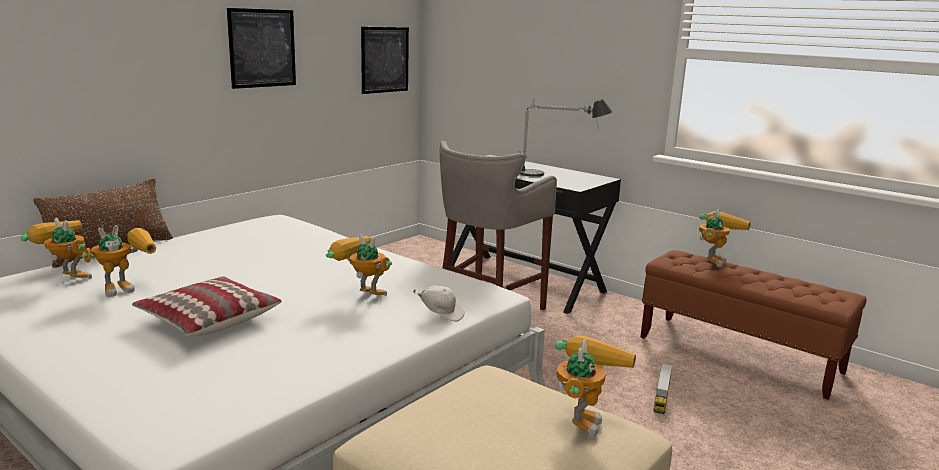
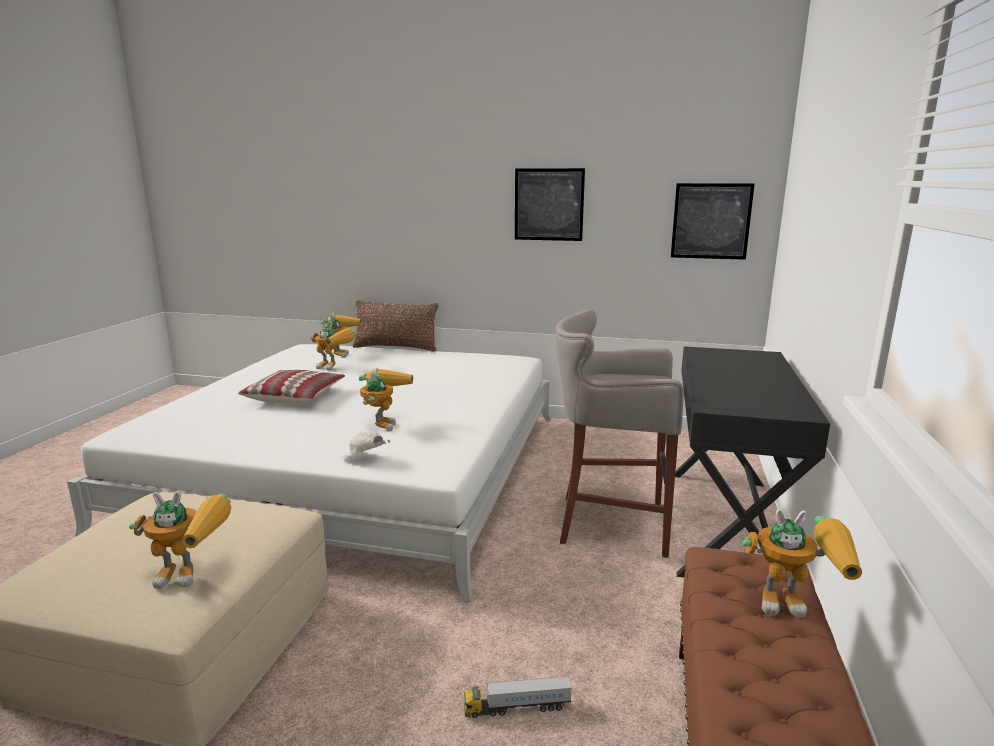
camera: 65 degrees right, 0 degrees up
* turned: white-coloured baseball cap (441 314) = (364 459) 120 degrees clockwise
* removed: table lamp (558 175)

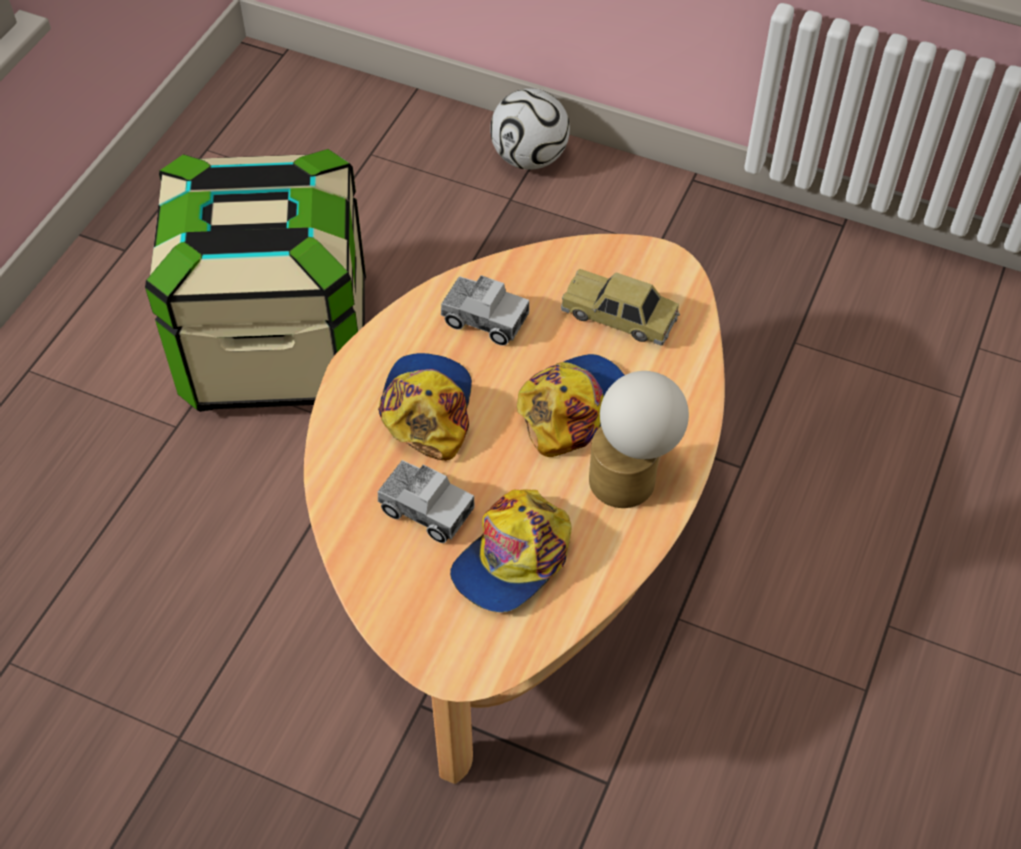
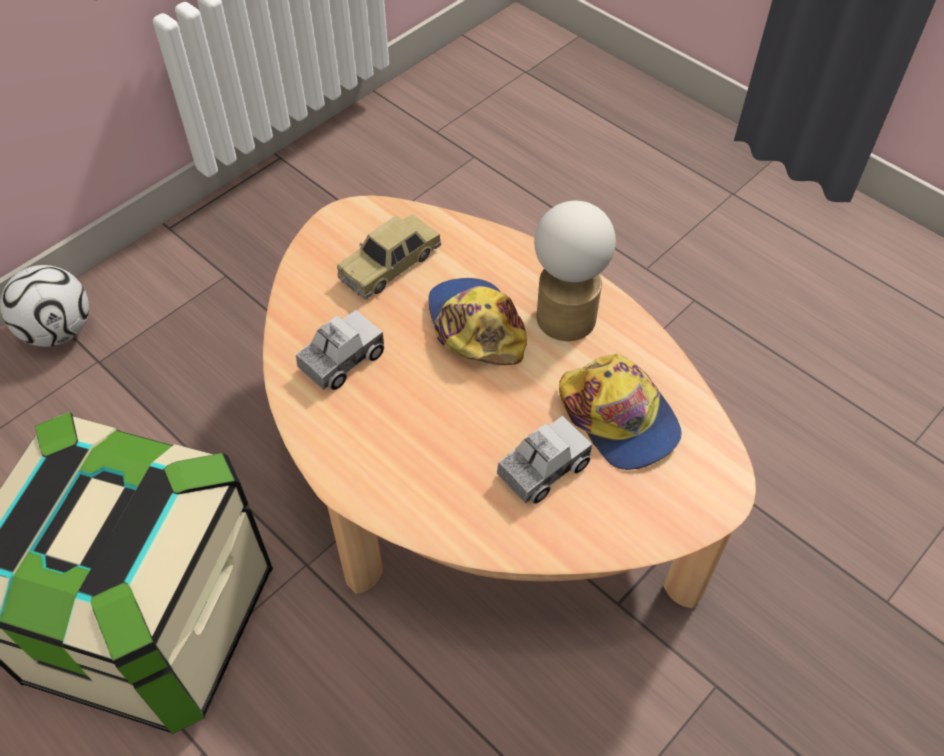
camera: 70 degrees left, 0 degrees up
* removed: baseball cap (427 409)

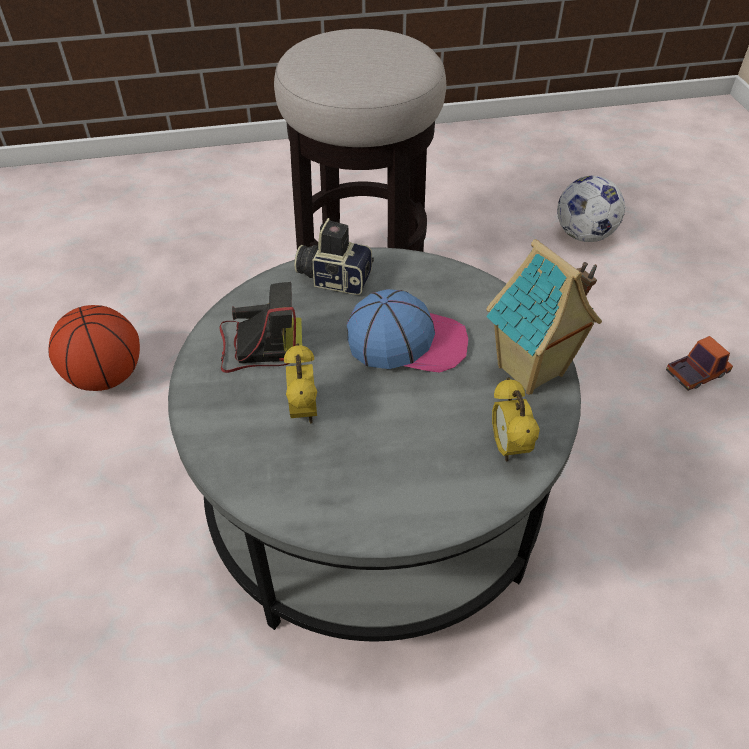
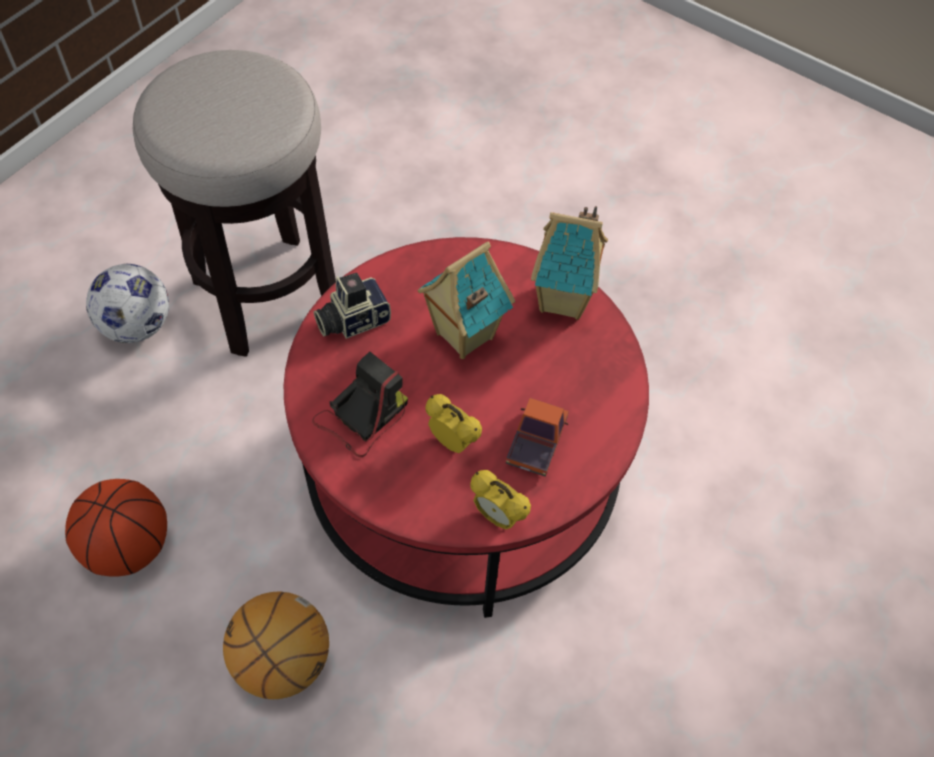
camera: 45 degrees left, 10 degrees up
* moved: ball for football (583 235) to (137 325)
* added: basketball ball (282 661)
* recoloured: greyish lounge table (374 497) to red-coloured lounge table (462 470)
* replaced: baseball cap (407 341) to model house (462 336)
* moved: alarm clock (508 447) to (497 516)
* moved: toy lorry (696 374) to (536 442)

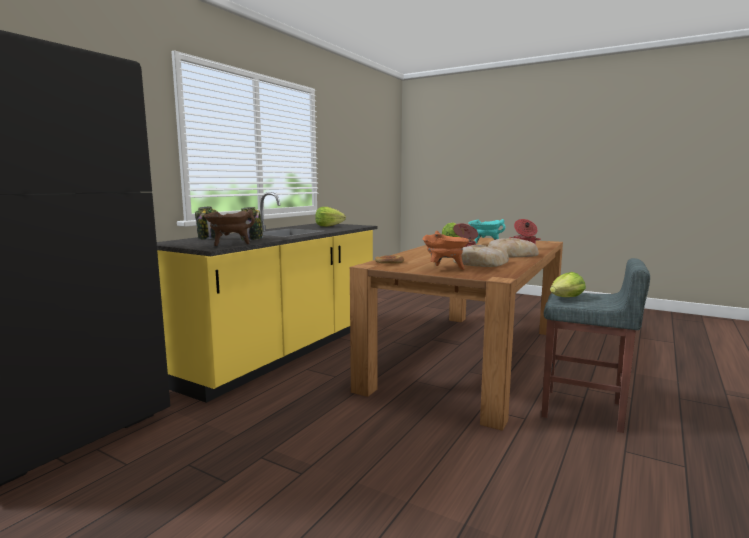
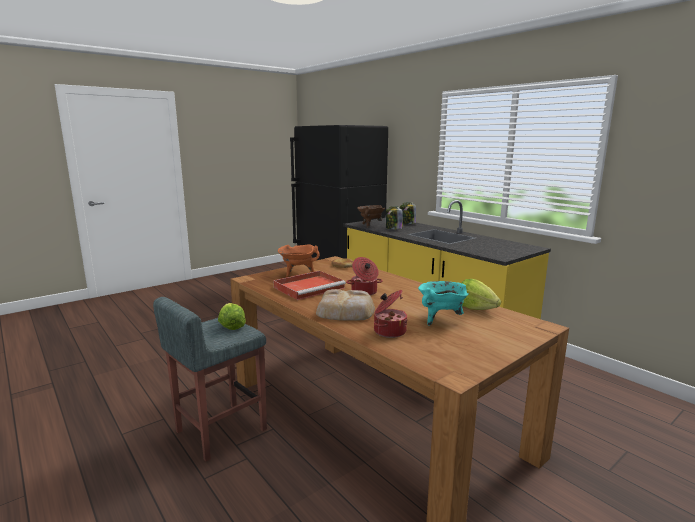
camera: 110 degrees right, 5 degrees up
* replaced: bakery bread (480 262) to red-coloured serving tray (310 287)
* removed: lettuce (328 226)

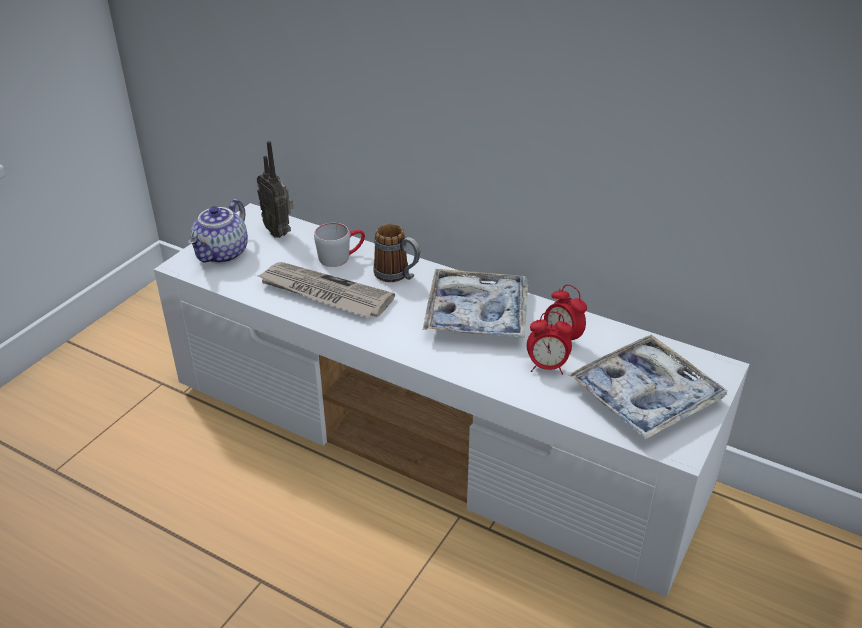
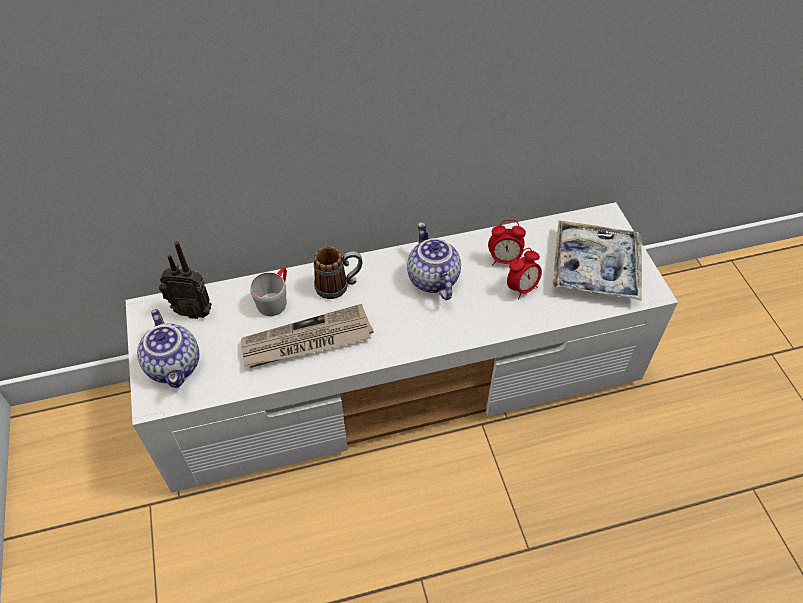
camera: 45 degrees left, 15 degrees up
* replaced: serving tray (477 314) to pot for tea (431 279)

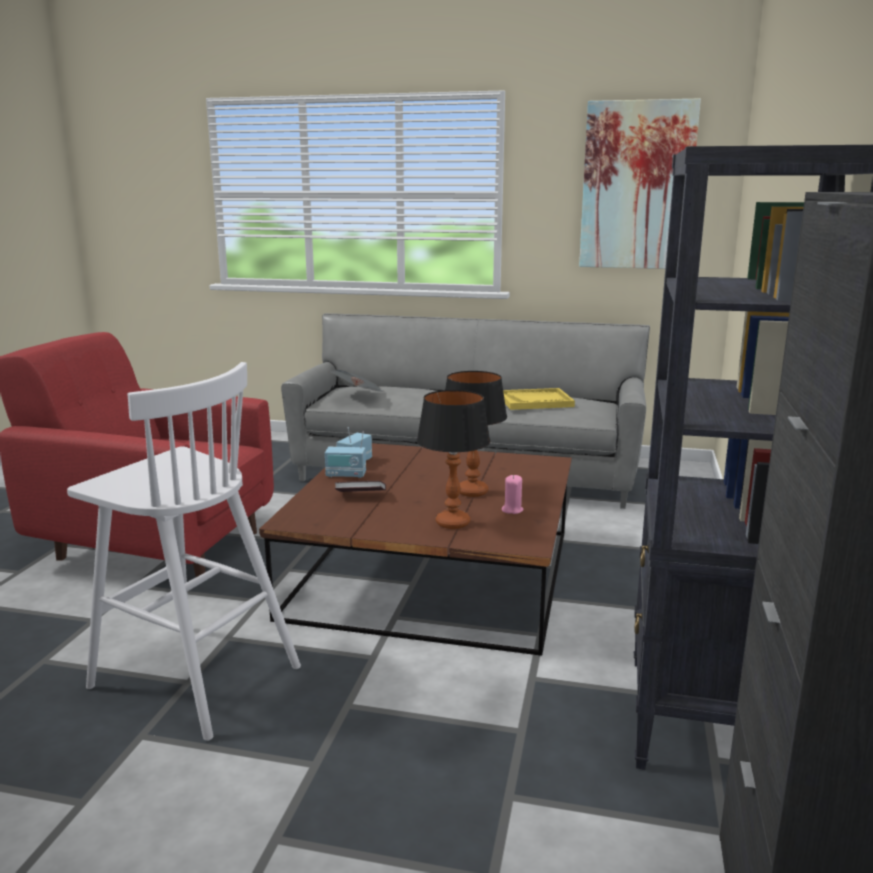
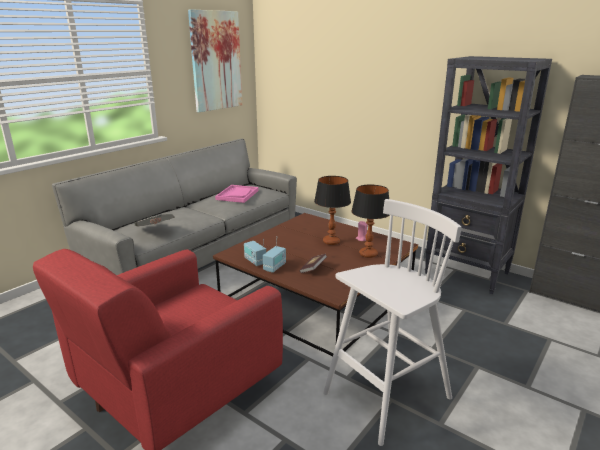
camera: 65 degrees left, 5 degrees up
* recoloured: yellow serving tray (535 401) to pink-coloured serving tray (237 195)

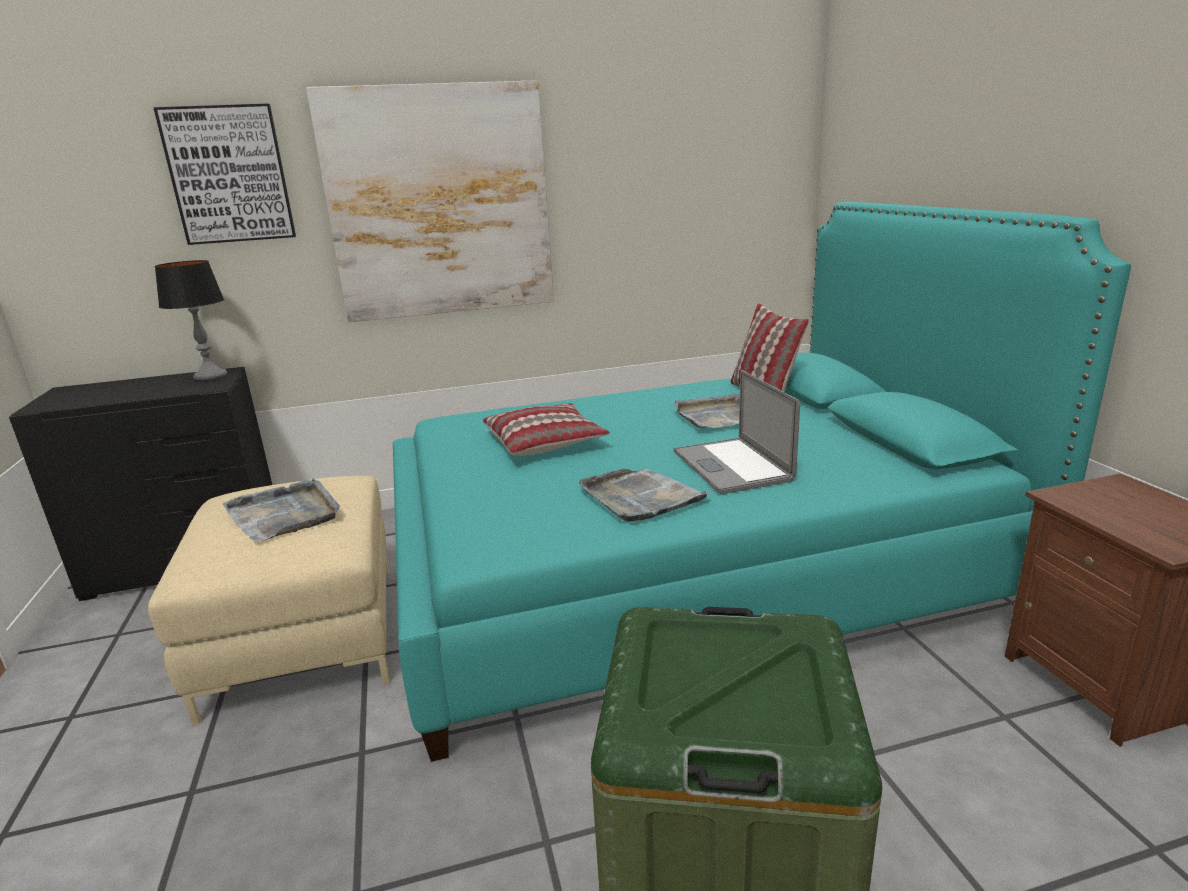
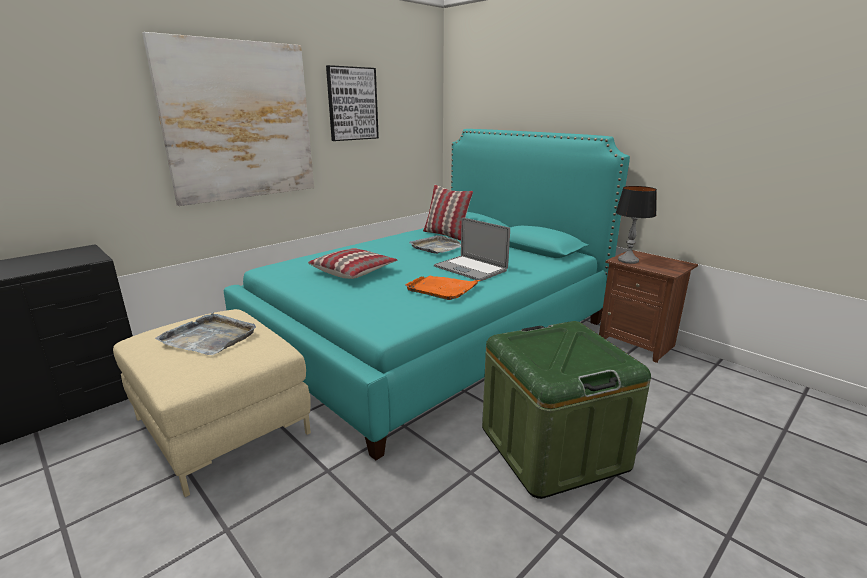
camera: 30 degrees left, 0 degrees up
* moved: wall art (229 175) to (352 104)
* recoloured: greyish serving tray (640 497) to orange-coloured serving tray (442 289)
* moved: table lamp (210 376) to (628 260)

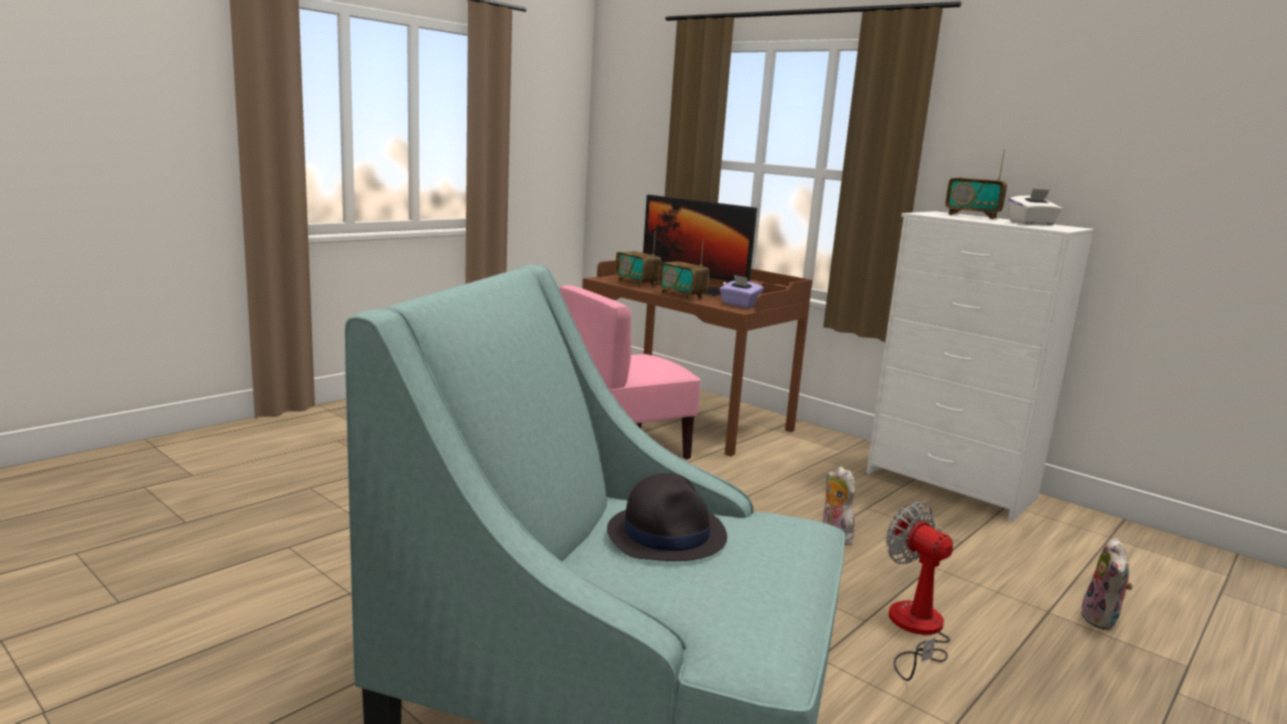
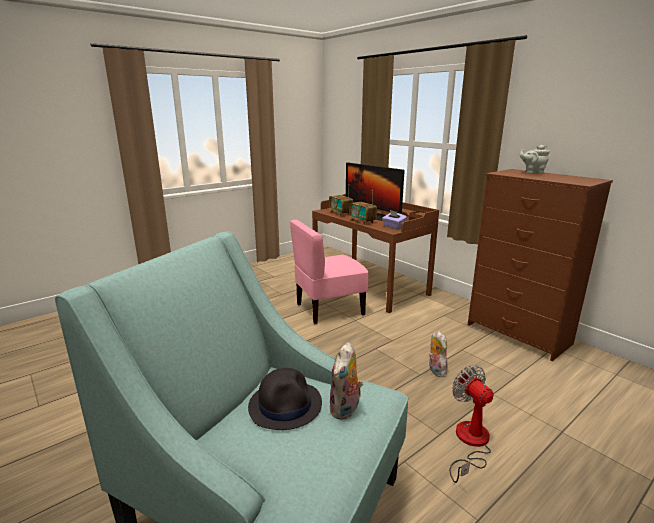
camera: 10 degrees right, 5 degrees up
* moved: cuddly toy (1102 620) to (345 410)
* recoloured: white-coloured dresser (951 486) to brownish dresser (518 335)
* replaced: radio (972 216) to greyish pot for tea (532 173)
* removed: white-coloured tissue holder (1031 224)

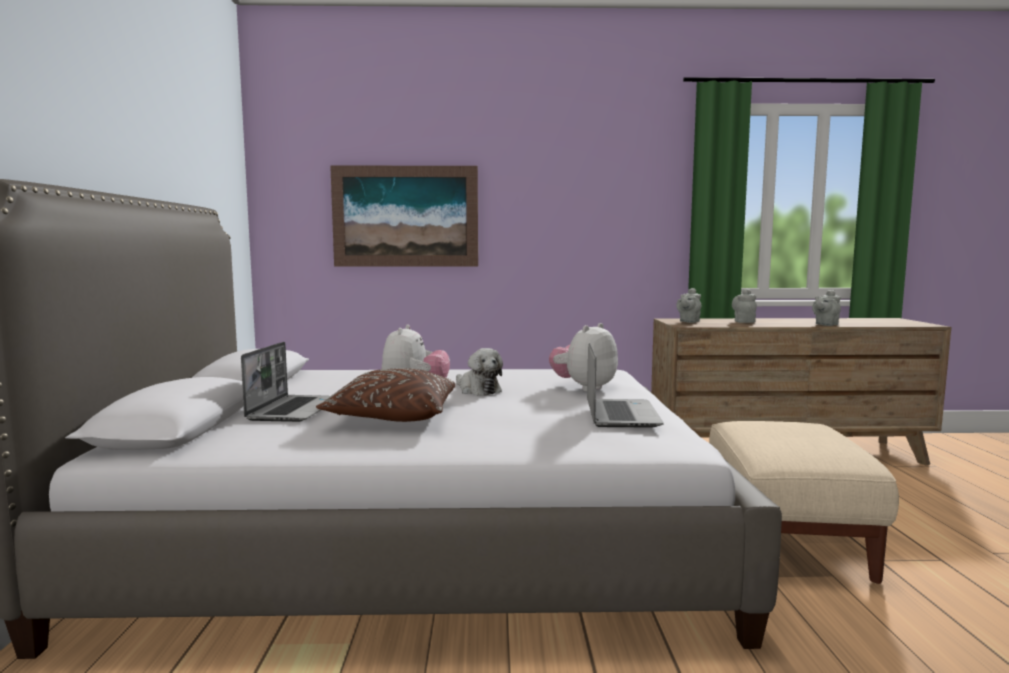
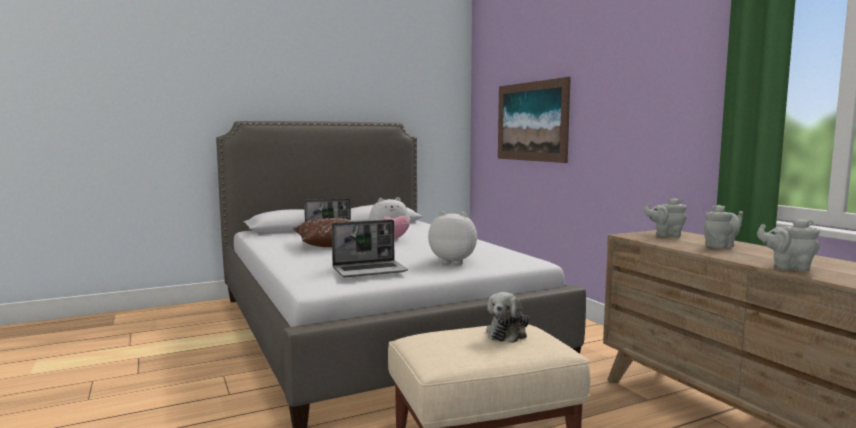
camera: 65 degrees right, 0 degrees up
* moved: cuddly toy (477 390) to (508 333)

